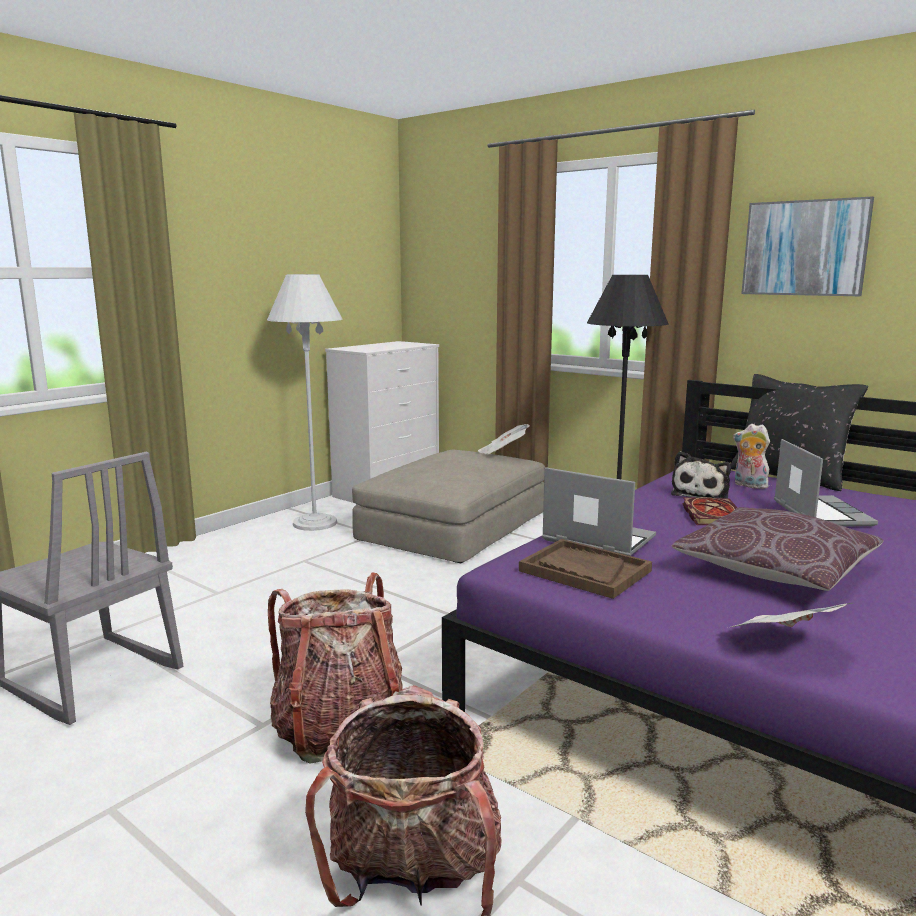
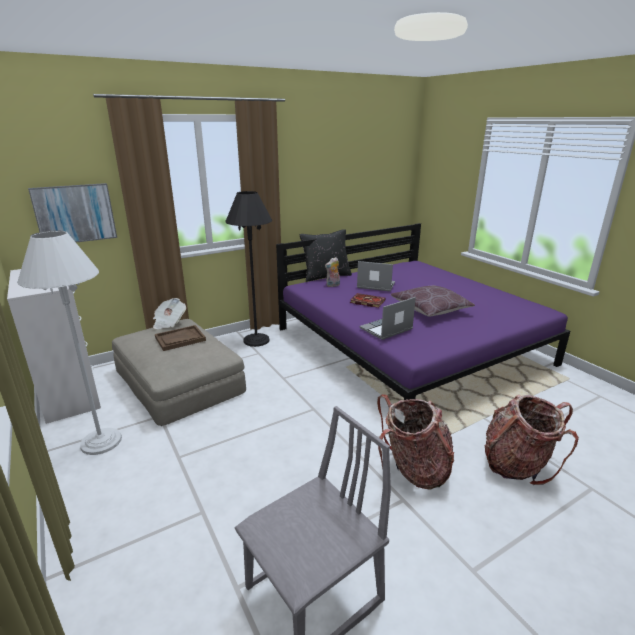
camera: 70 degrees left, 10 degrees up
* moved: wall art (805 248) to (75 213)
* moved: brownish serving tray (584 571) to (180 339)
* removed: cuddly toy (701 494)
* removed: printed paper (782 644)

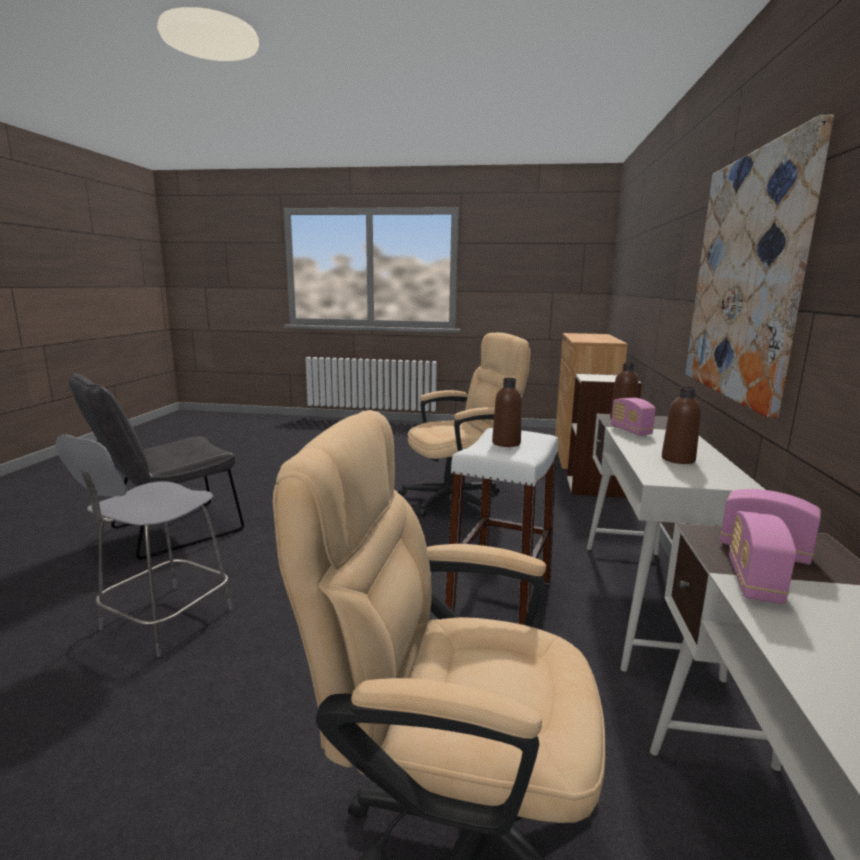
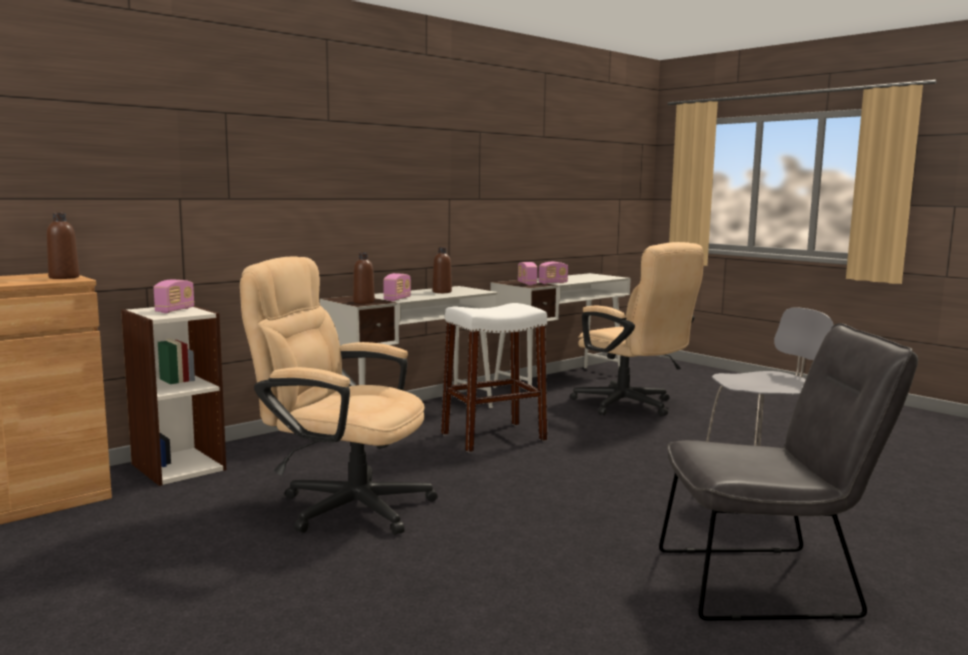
camera: 140 degrees left, 5 degrees down
* moved: brownish bottle (506 443) to (64 277)
* added: radio (175 310)
* removed: wall art (746 278)

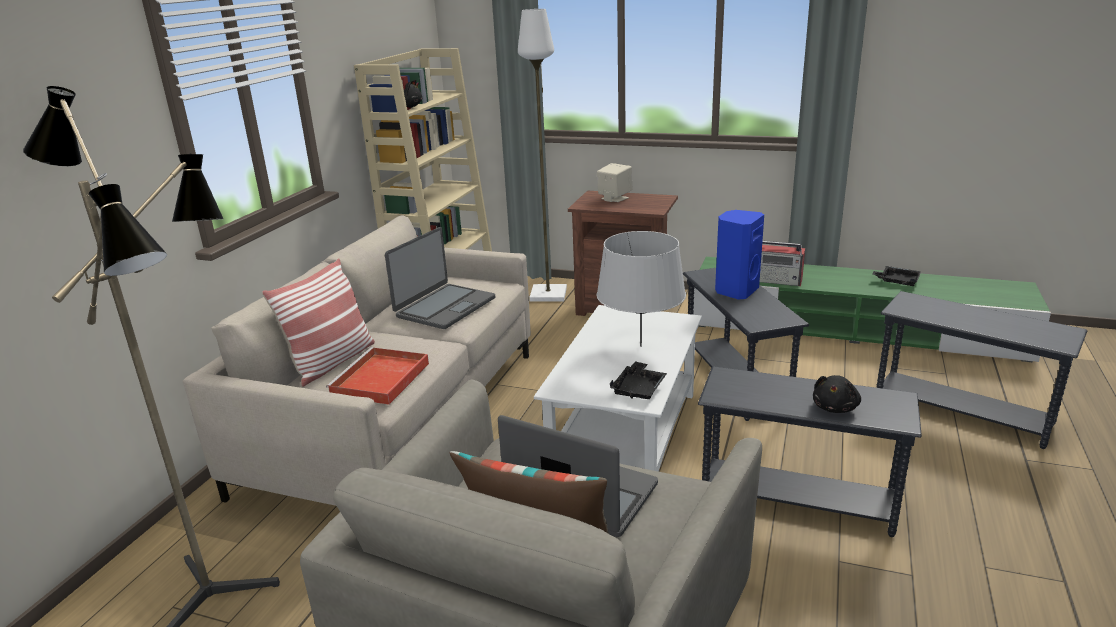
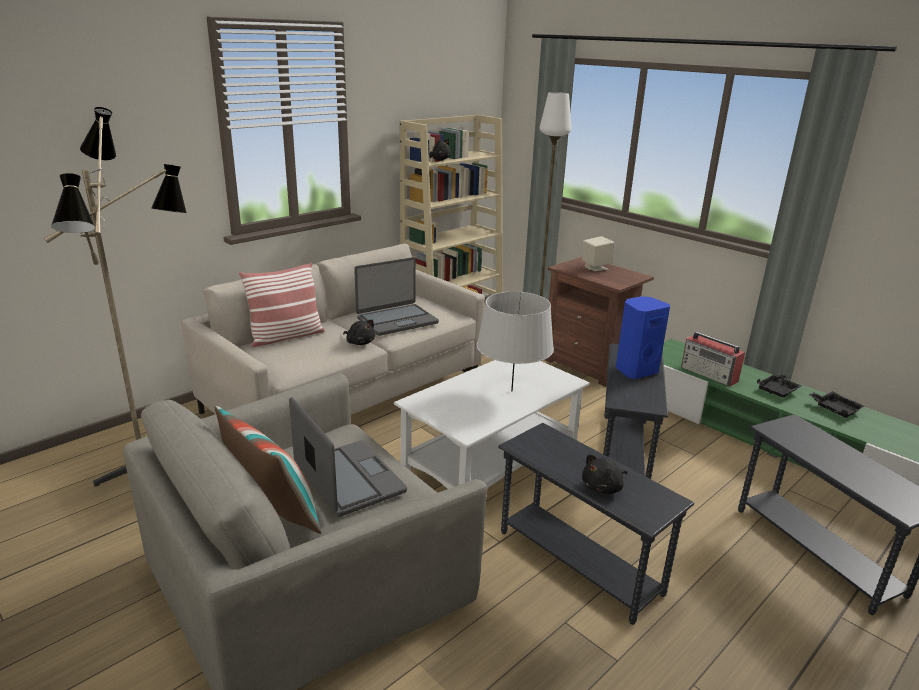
camera: 25 degrees right, 0 degrees up
* added: blackish cuddly toy (360 342)
* moved: blackish serving tray (639 389) to (778 390)
* removed: red-coloured serving tray (380 380)

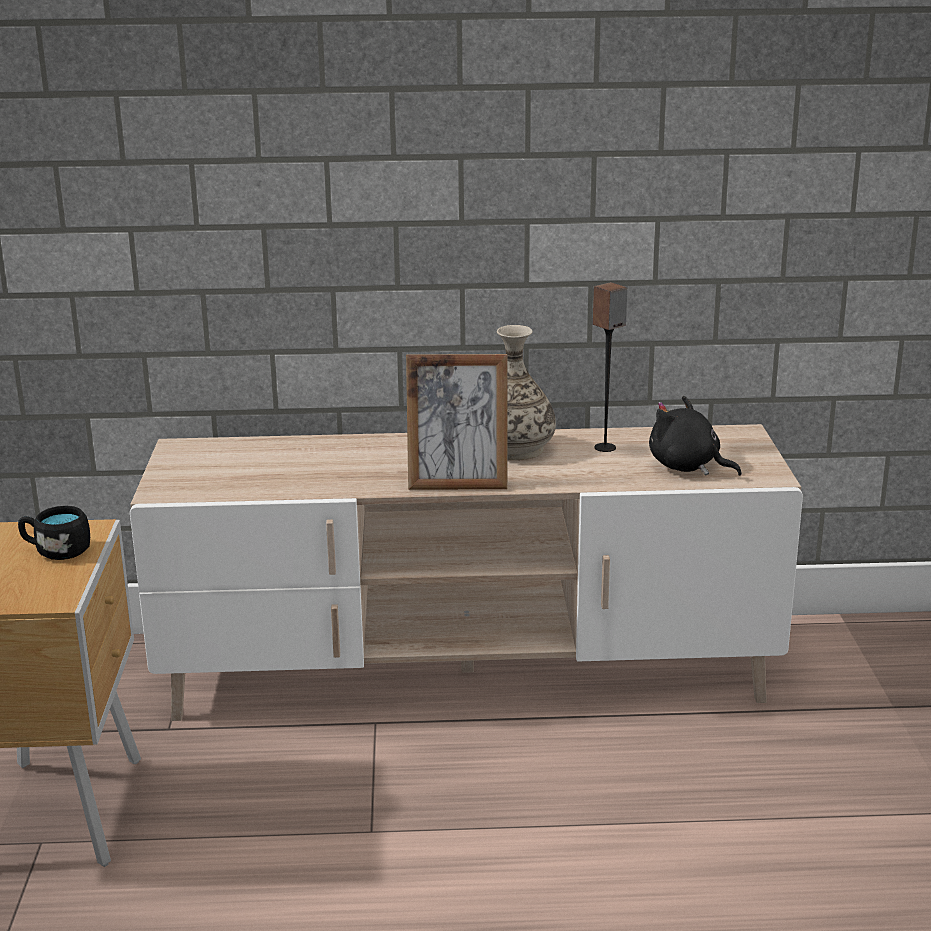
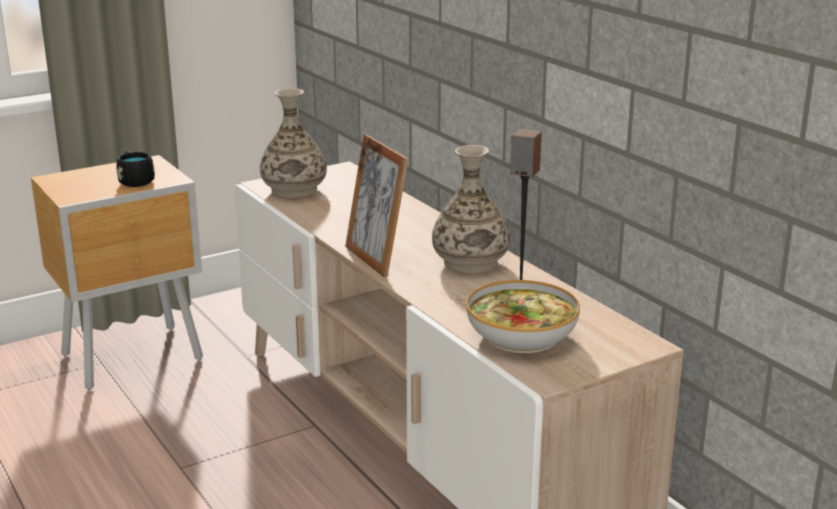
camera: 60 degrees right, 0 degrees up
* added: vase (294 190)
* replaced: blackish cuddly toy (687 467) to bowl (520 335)

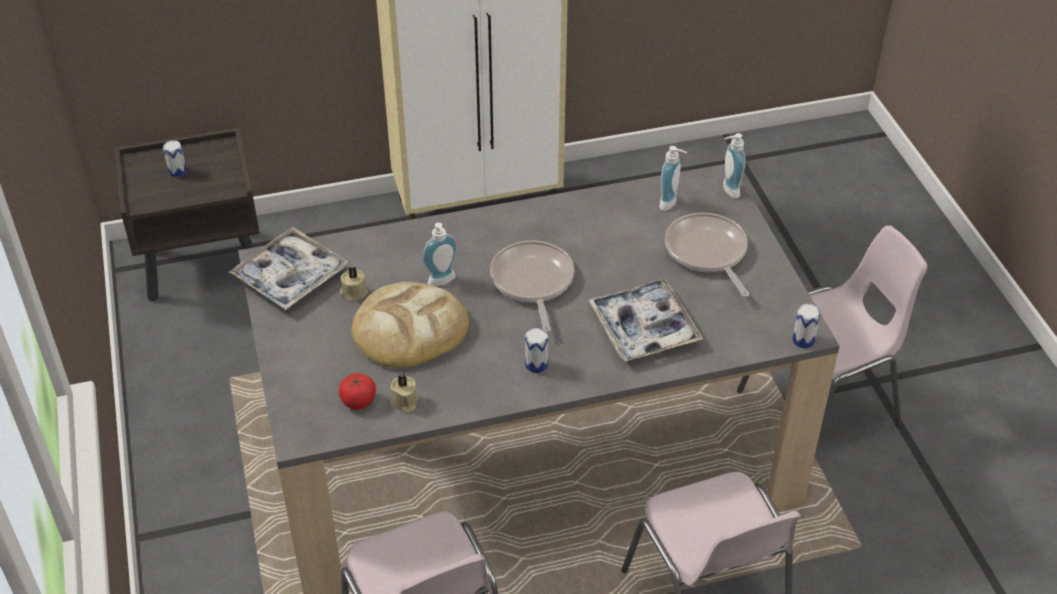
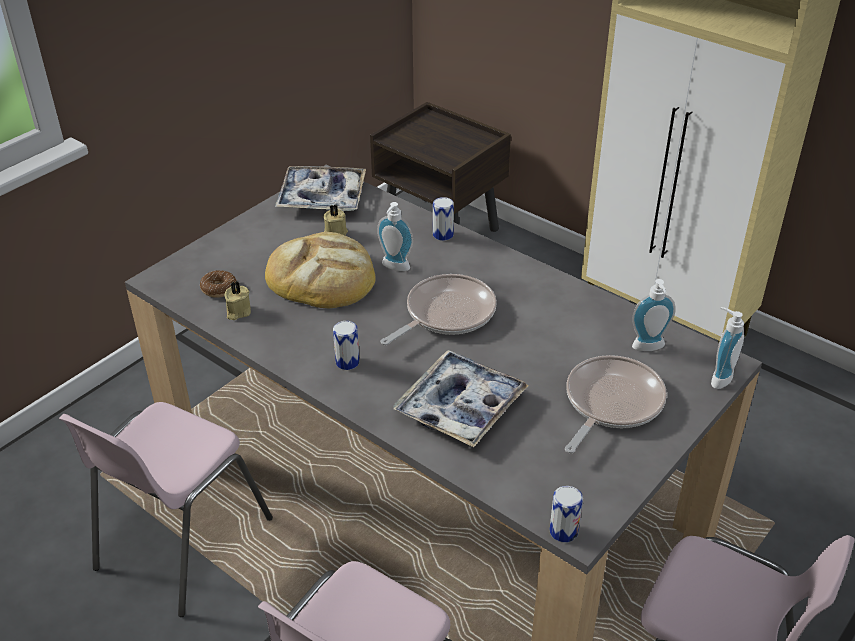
camera: 55 degrees right, 5 degrees down
* replaced: whole tomato (358 401) to doughnut (219 289)
* moved: sealed can (177 171) to (443 235)

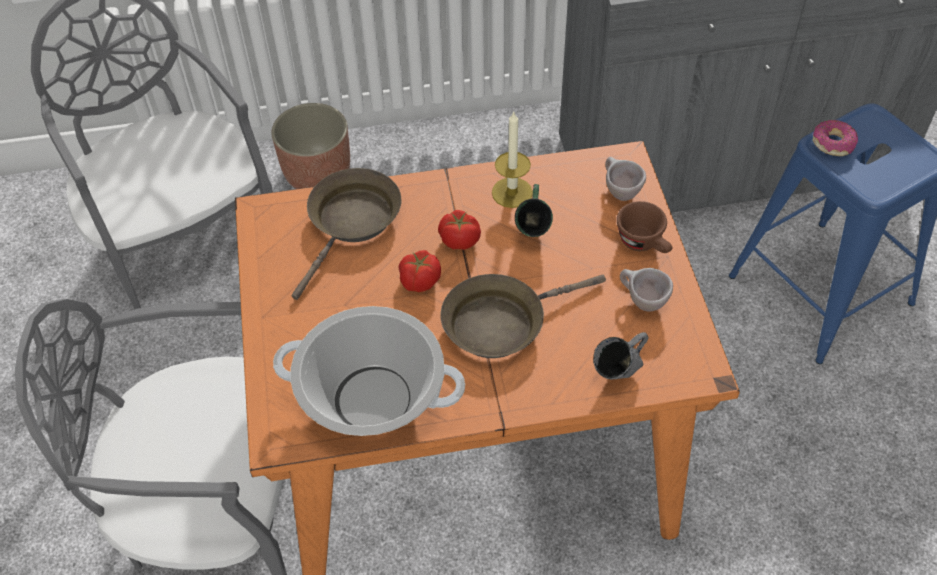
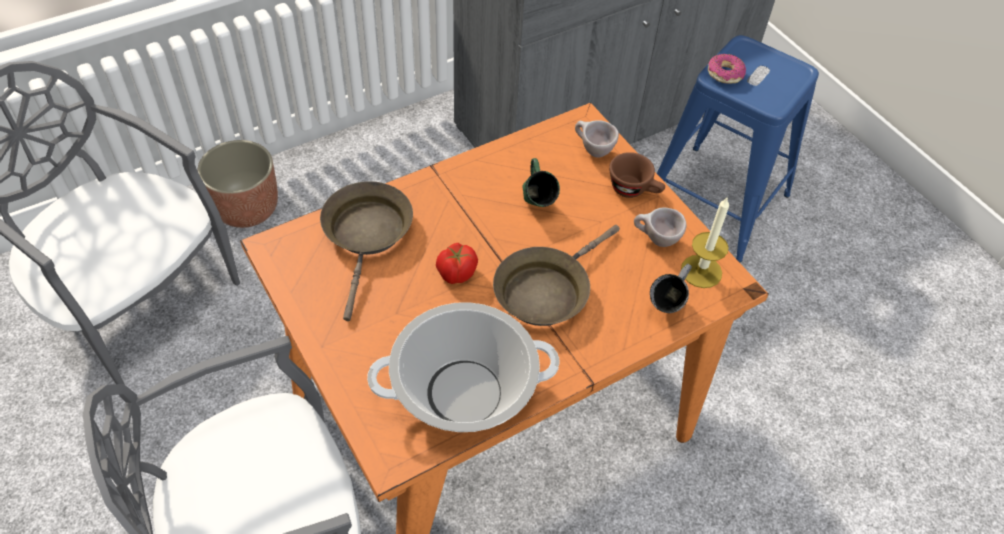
camera: 25 degrees left, 0 degrees up
* moved: wax candle (512 192) to (701 271)
* removed: whole tomato (459 241)

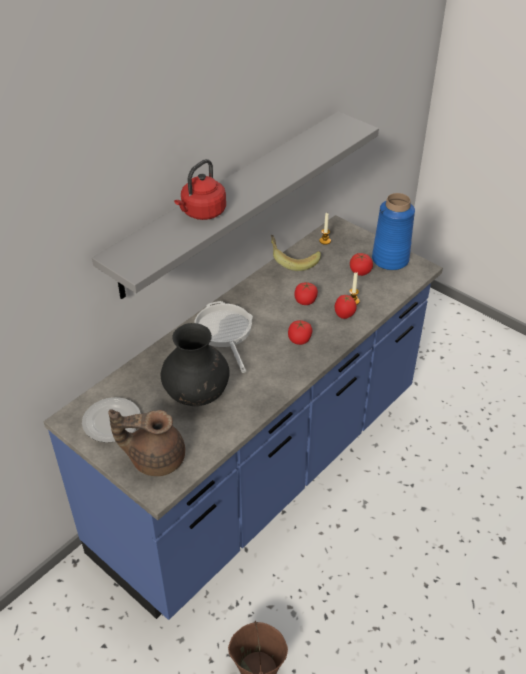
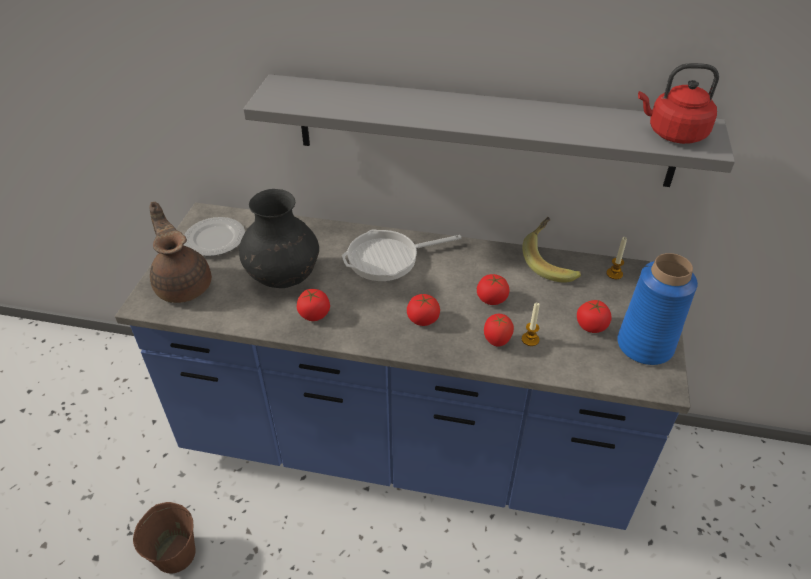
camera: 60 degrees right, 0 degrees up
* added: whole tomato (314 314)
* turned: pan (224 332) = (388 258) 150 degrees counterclockwise
* moved: red-coloured water kettle (202 213) to (673 133)

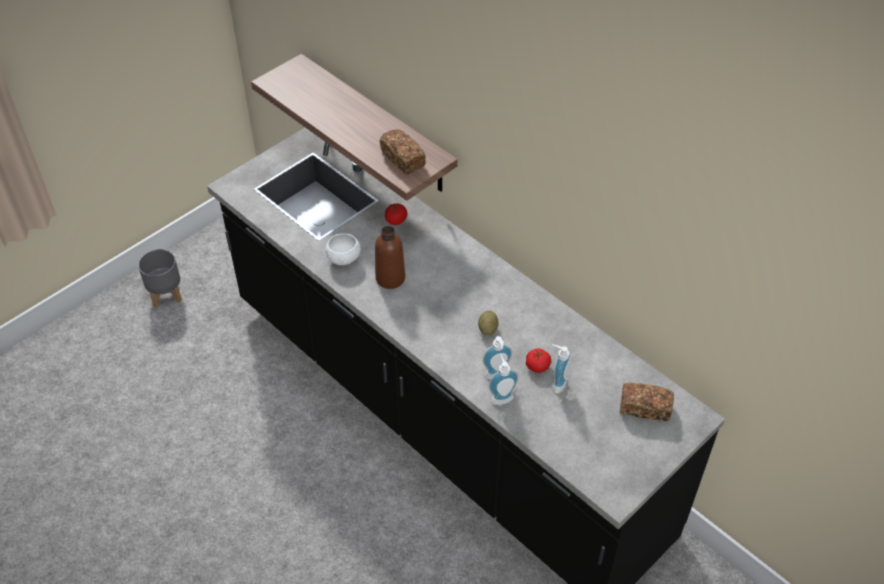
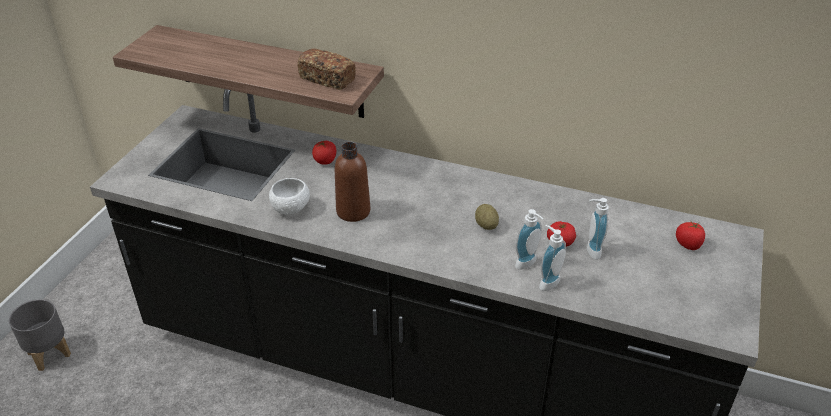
camera: 25 degrees left, 10 degrees down
* replaced: bakery bread (644 408) to whole tomato (688 244)

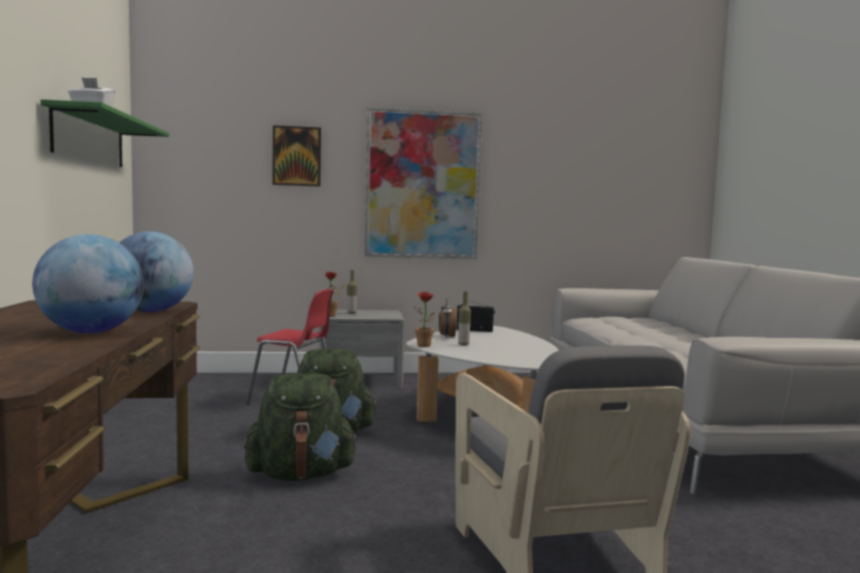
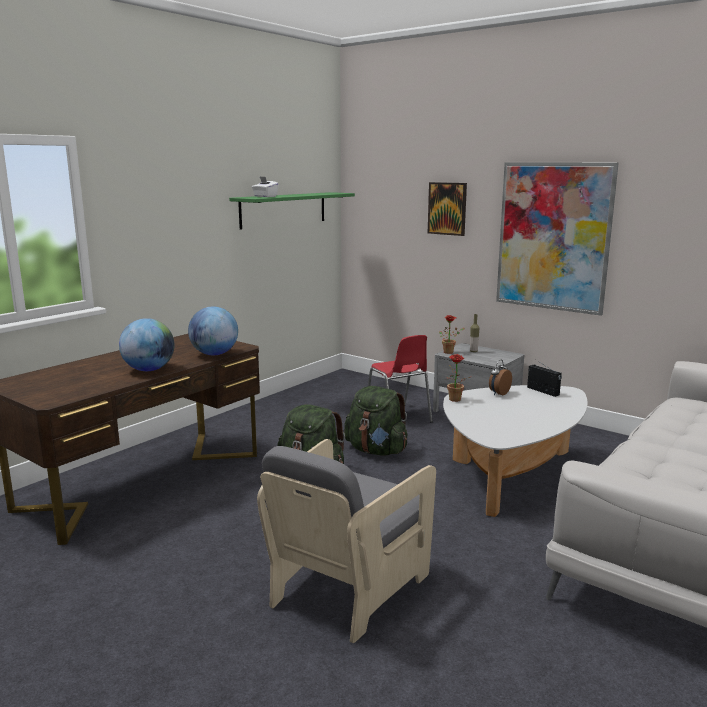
camera: 45 degrees right, 10 degrees up
* removed: bottle (463 344)

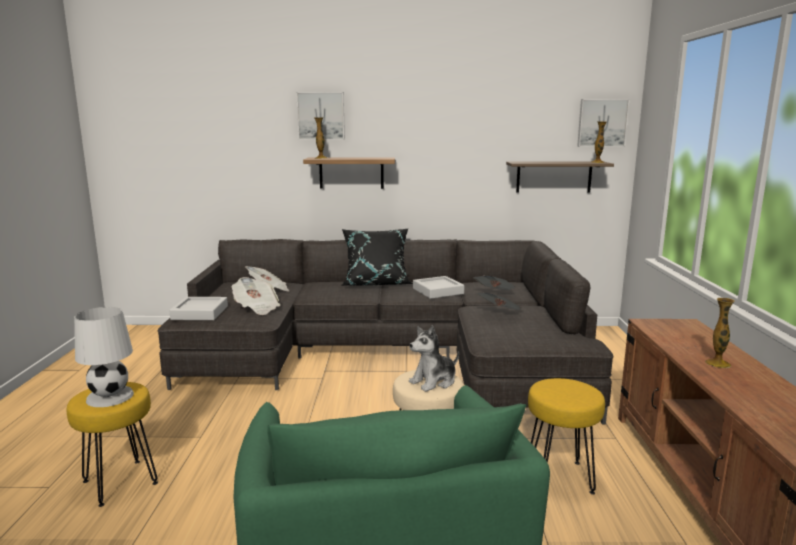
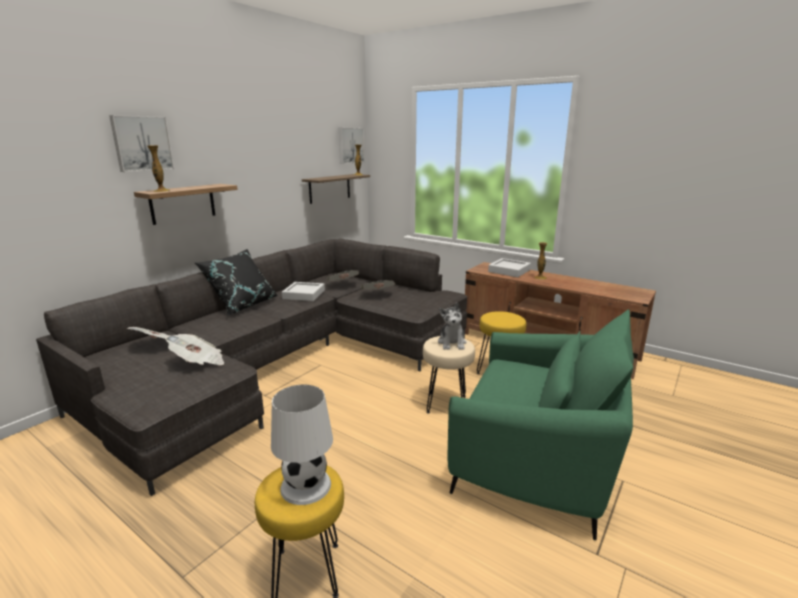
camera: 55 degrees left, 5 degrees up
* moved: greyish serving tray (200 313) to (509 271)

